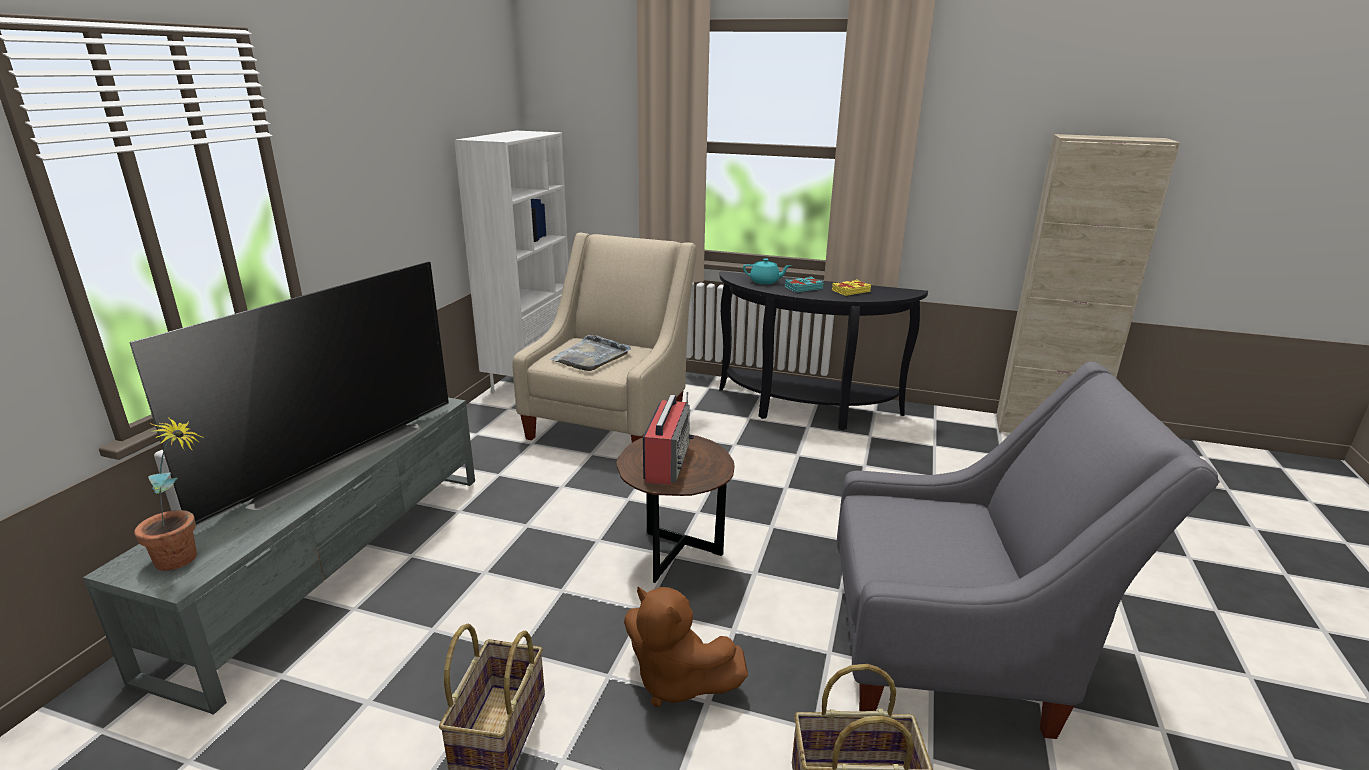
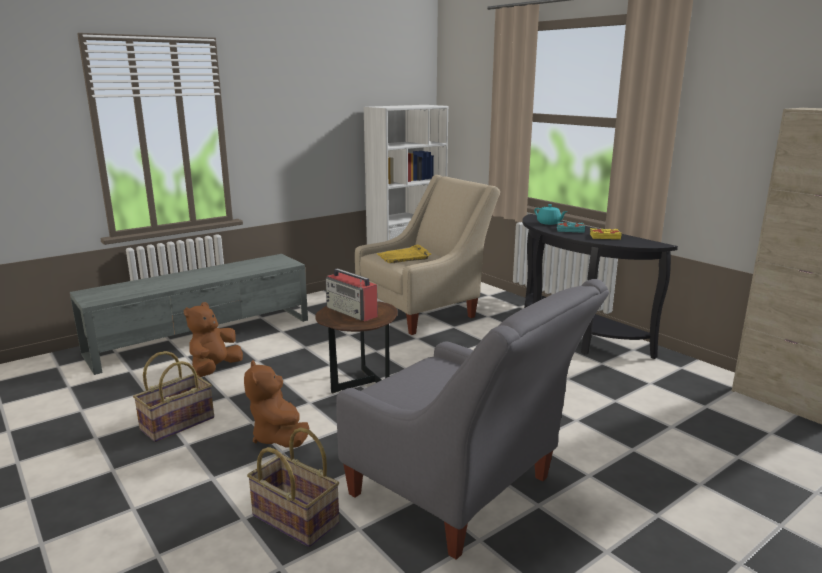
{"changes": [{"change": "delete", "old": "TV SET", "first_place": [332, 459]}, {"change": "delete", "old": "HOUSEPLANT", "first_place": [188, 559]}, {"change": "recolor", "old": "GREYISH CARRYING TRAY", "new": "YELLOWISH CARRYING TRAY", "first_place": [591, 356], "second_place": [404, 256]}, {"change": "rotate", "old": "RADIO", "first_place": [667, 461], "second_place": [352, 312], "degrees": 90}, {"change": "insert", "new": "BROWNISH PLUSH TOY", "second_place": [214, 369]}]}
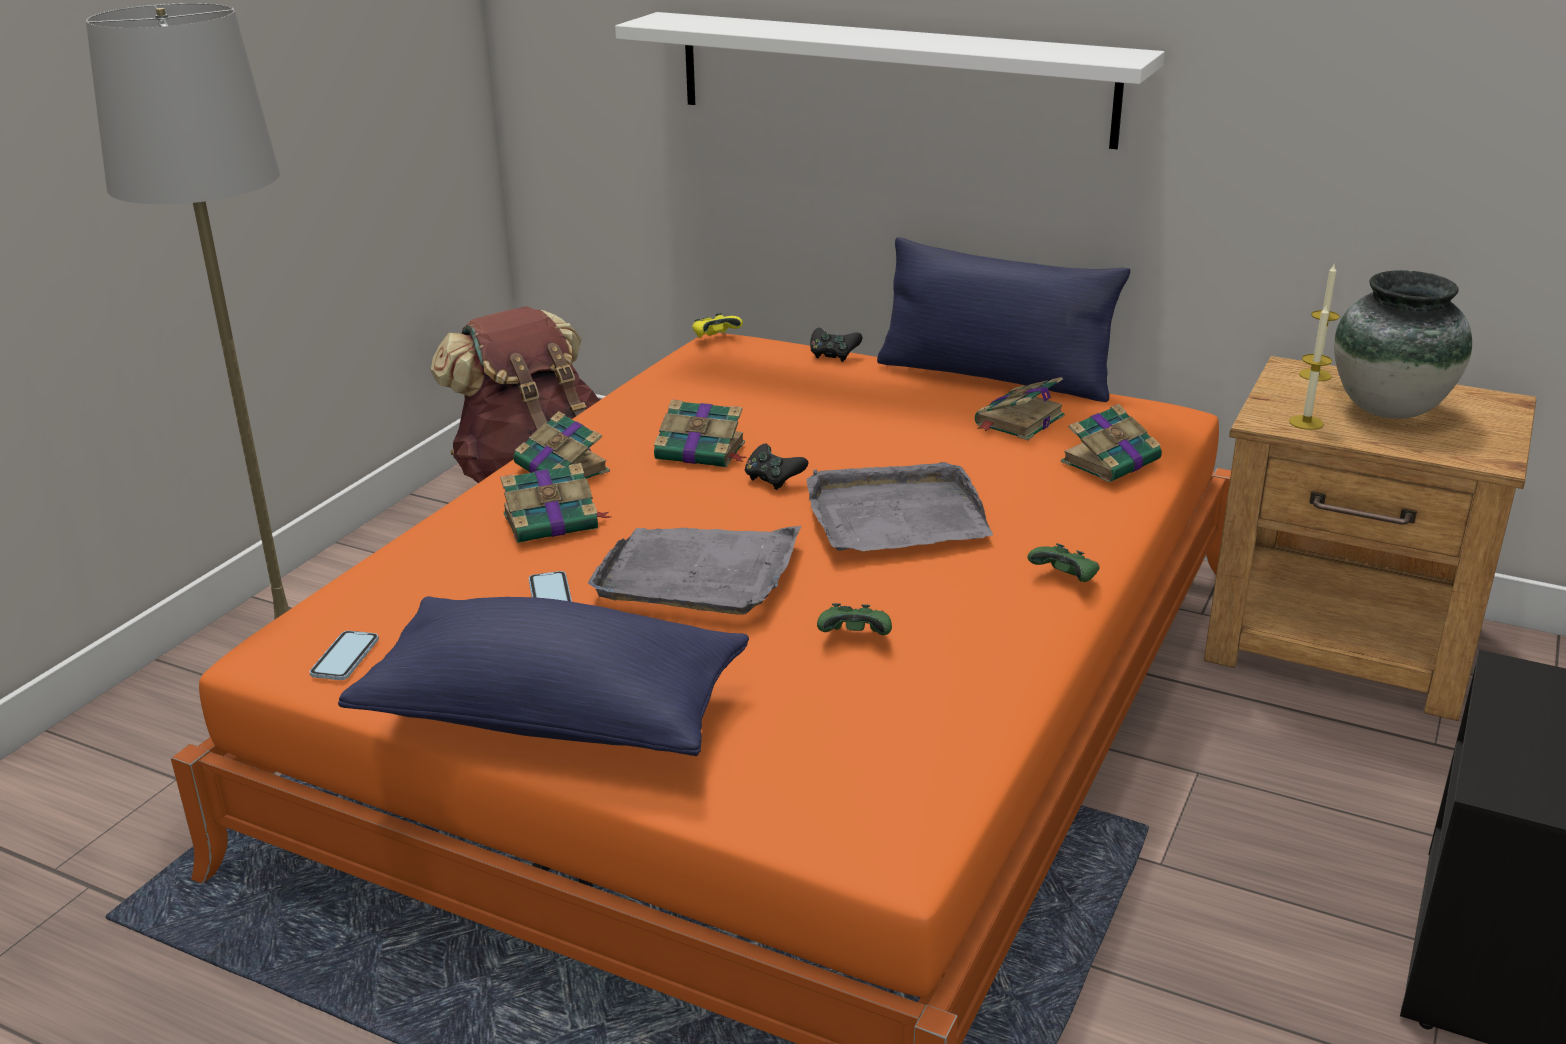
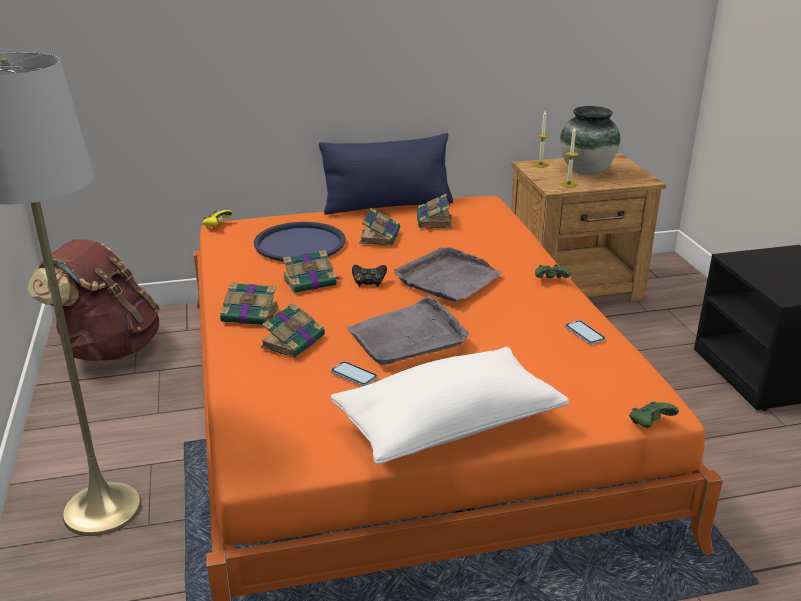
{"changes": [{"change": "move", "old": "TELEPHONE", "first_place": [345, 658], "second_place": [584, 333]}, {"change": "recolor", "old": "BLUISH PILLOW", "new": "WHITE PILLOW", "first_place": [554, 715], "second_place": [448, 425]}, {"change": "delete", "old": "WHITE SHELF", "first_place": [891, 78]}, {"change": "delete", "old": "BLACKISH GAMEPAD", "first_place": [833, 355]}, {"change": "move", "old": "GREENISH GAMEPAD", "first_place": [855, 637], "second_place": [650, 423]}, {"change": "move", "old": "VOLUME", "first_place": [1112, 460], "second_place": [380, 236]}, {"change": "insert", "new": "BLUISH CARRYING TRAY", "second_place": [300, 243]}]}
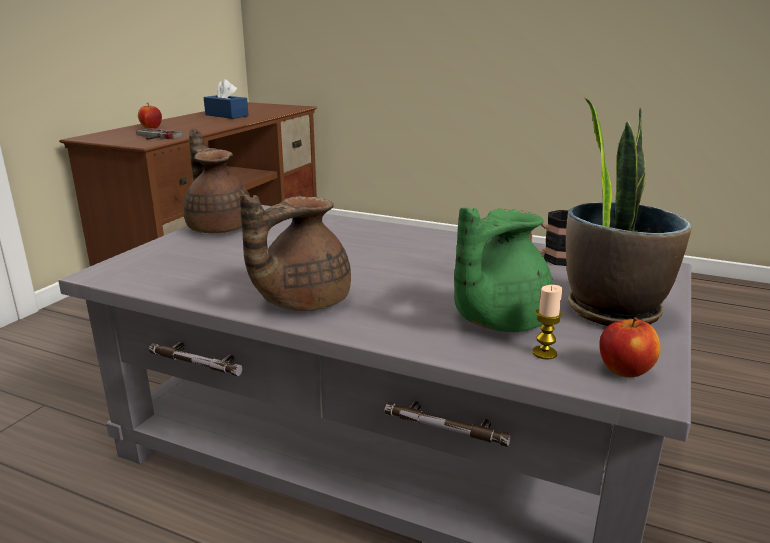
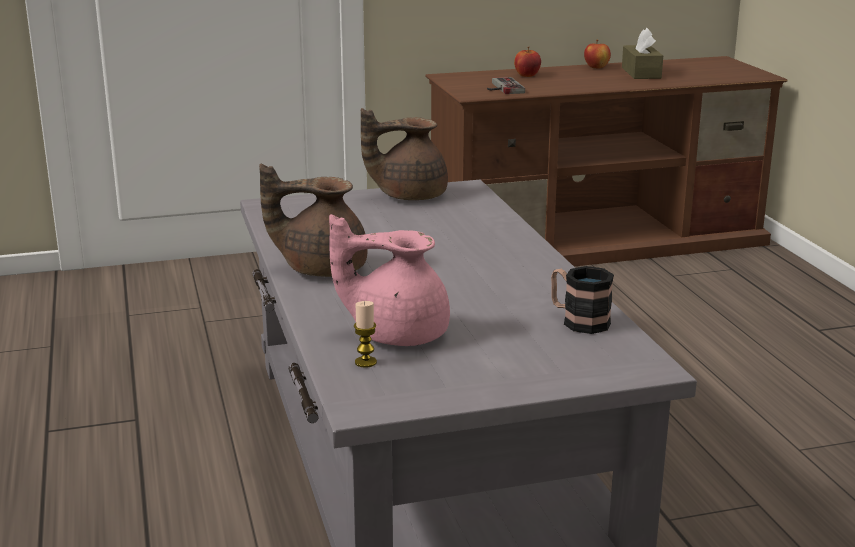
{"changes": [{"change": "rotate", "old": "BROWNISH TEA POT", "first_place": [220, 226], "second_place": [408, 195], "degrees": -120}, {"change": "recolor", "old": "BLUISH BOX OF TISSUES", "new": "BROWNISH BOX OF TISSUES", "first_place": [226, 115], "second_place": [641, 73]}, {"change": "recolor", "old": "GREENISH TEA POT", "new": "PINK-COLOURED TEA POT", "first_place": [496, 320], "second_place": [397, 333]}, {"change": "delete", "old": "HOUSEPLANT", "first_place": [612, 310]}, {"change": "move", "old": "APPLE", "first_place": [625, 371], "second_place": [596, 67]}]}
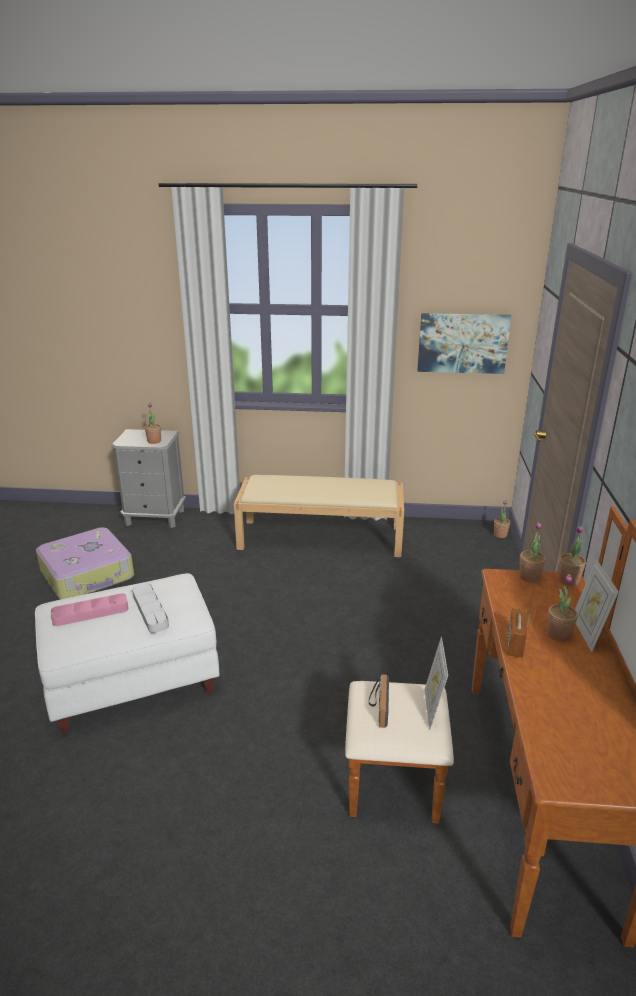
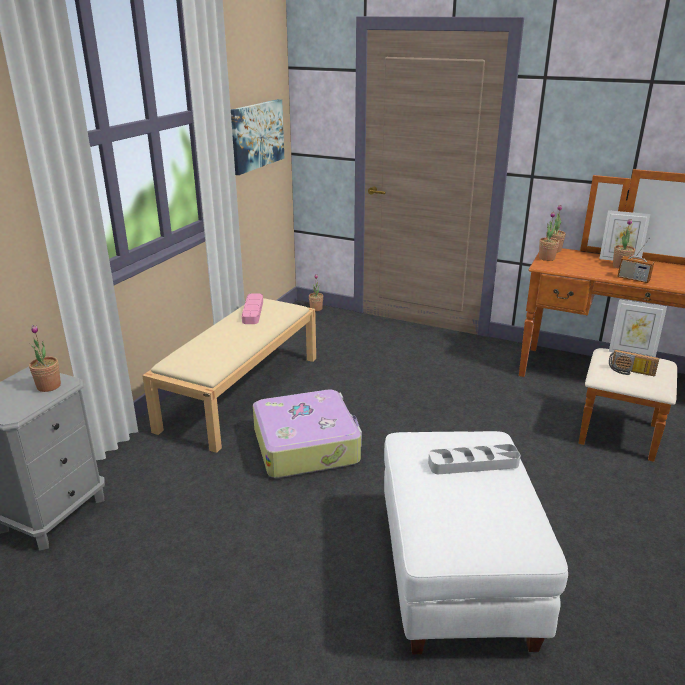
{"changes": [{"change": "move", "old": "PIECE OF LUGGAGE", "first_place": [88, 574], "second_place": [307, 445]}, {"change": "move", "old": "PINK-COLOURED CARRYING TRAY", "first_place": [90, 613], "second_place": [253, 311]}]}
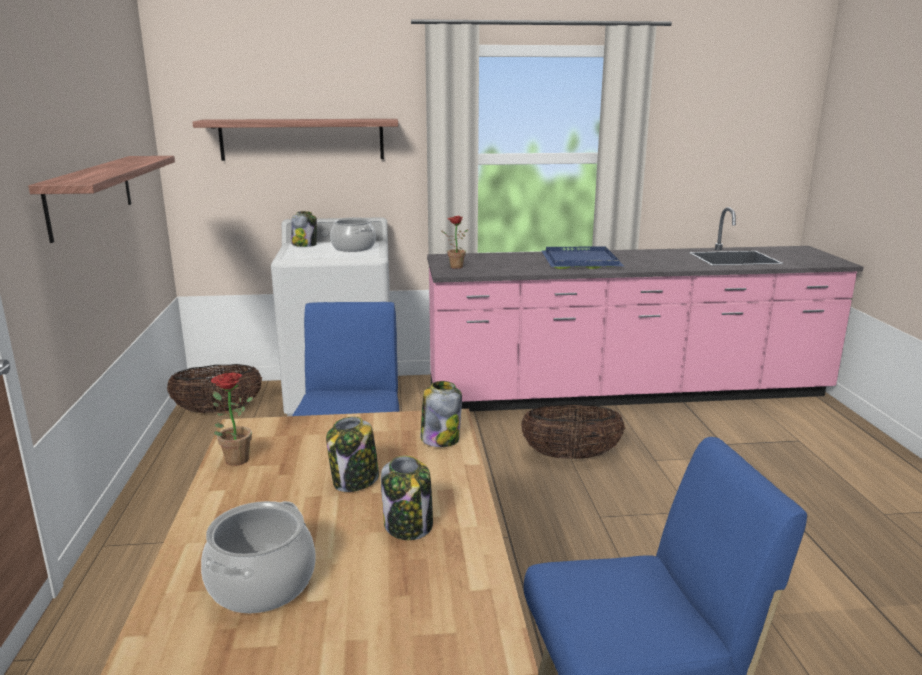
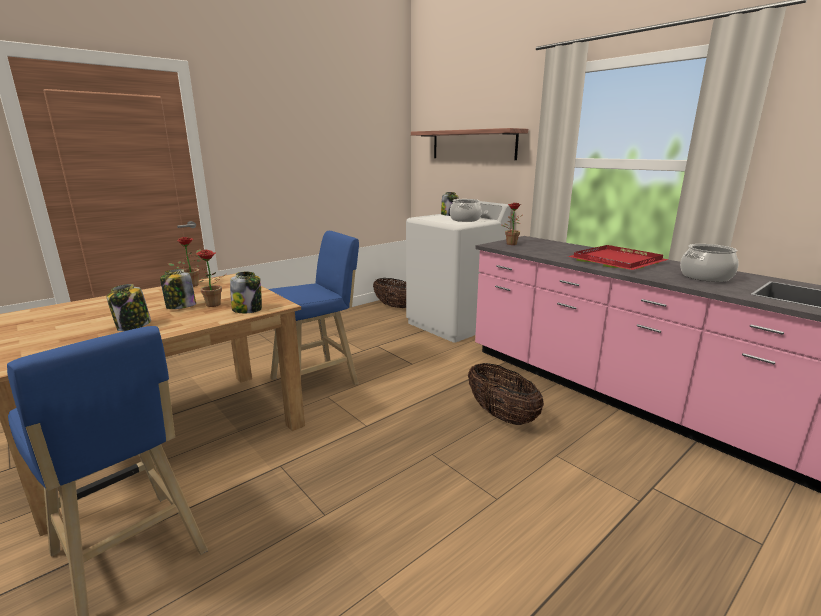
{"changes": [{"change": "delete", "old": "SHELF", "first_place": [90, 195]}, {"change": "move", "old": "SAUCEPOT", "first_place": [262, 584], "second_place": [706, 277]}, {"change": "recolor", "old": "BLUISH CARRYING TRAY", "new": "RED-COLOURED CARRYING TRAY", "first_place": [581, 261], "second_place": [618, 261]}, {"change": "insert", "new": "HOUSEPLANT", "second_place": [214, 305]}]}
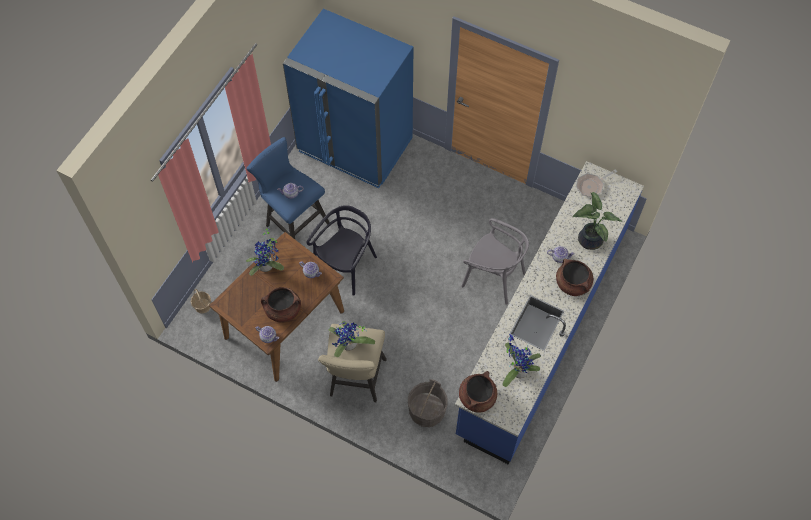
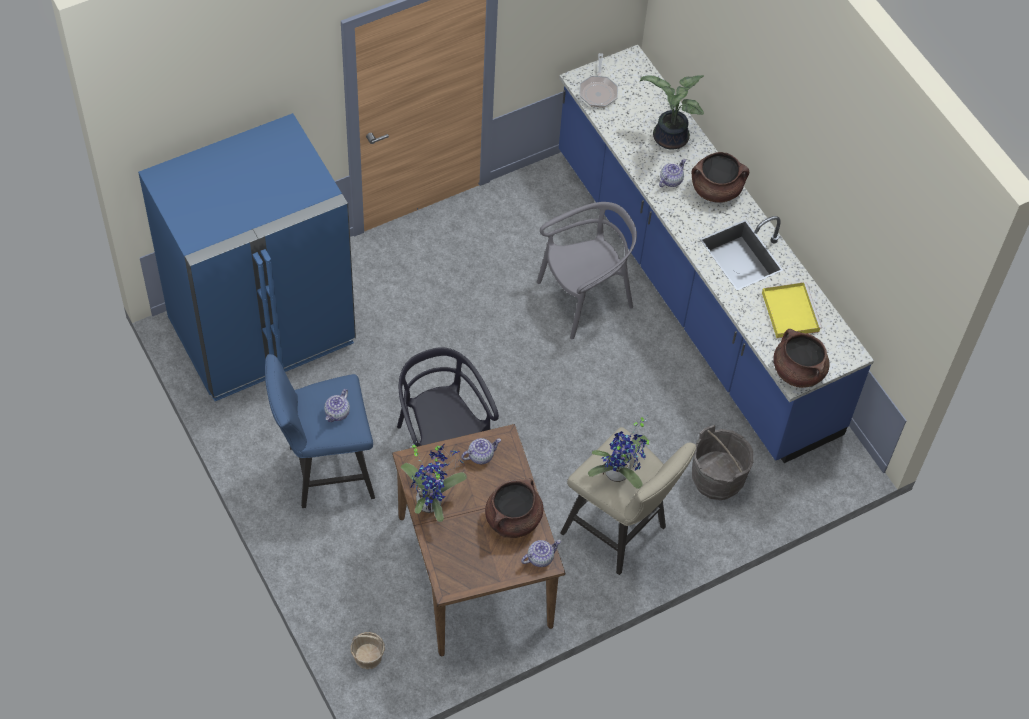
{"changes": [{"change": "replace", "old": "HOUSEPLANT", "new": "YELLOWISH CARRYING TRAY", "first_place": [517, 370], "second_place": [789, 311]}]}
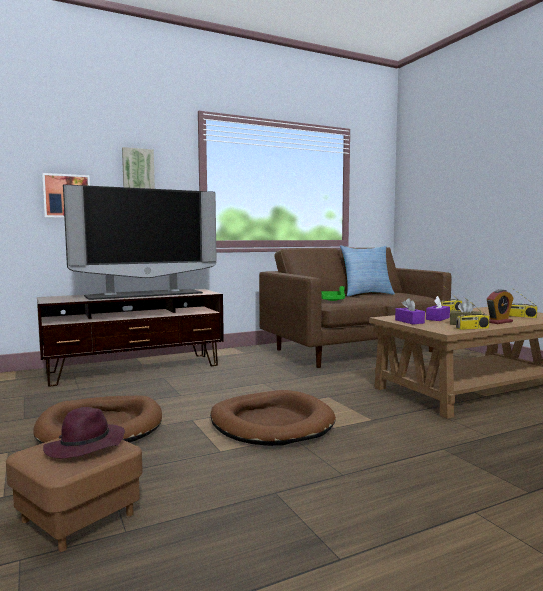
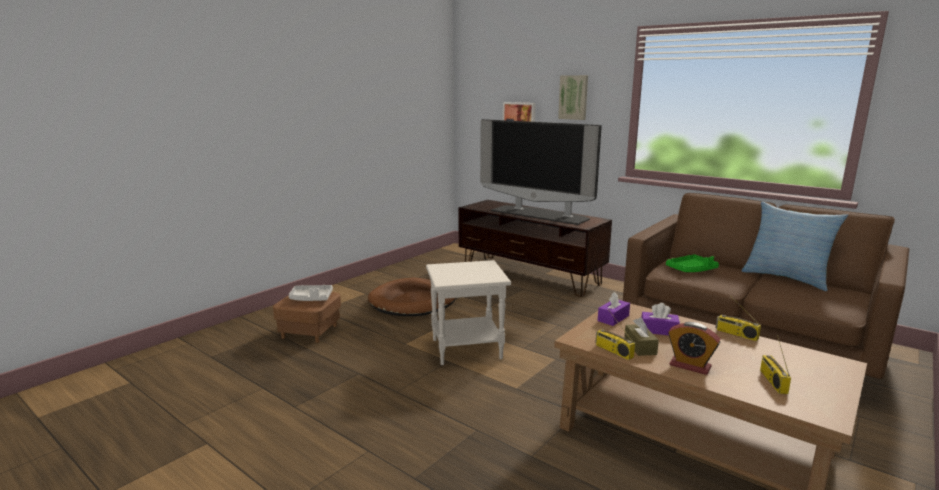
{"changes": [{"change": "replace", "old": "PURPLE CLOTHING HAT", "new": "GREYISH CARRYING TRAY", "first_place": [85, 447], "second_place": [311, 298]}, {"change": "replace", "old": "BROWNISH DOG CUSHION", "new": "WHITE SIDE TABLE", "first_place": [271, 423], "second_place": [467, 348]}]}
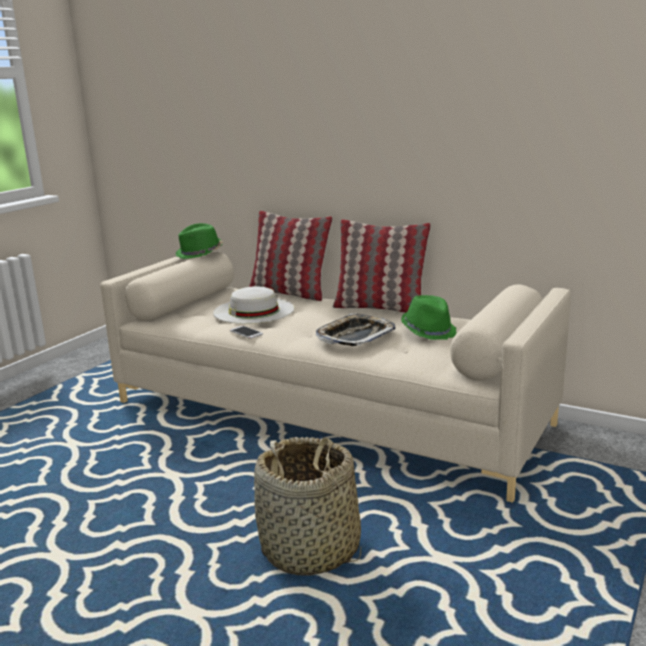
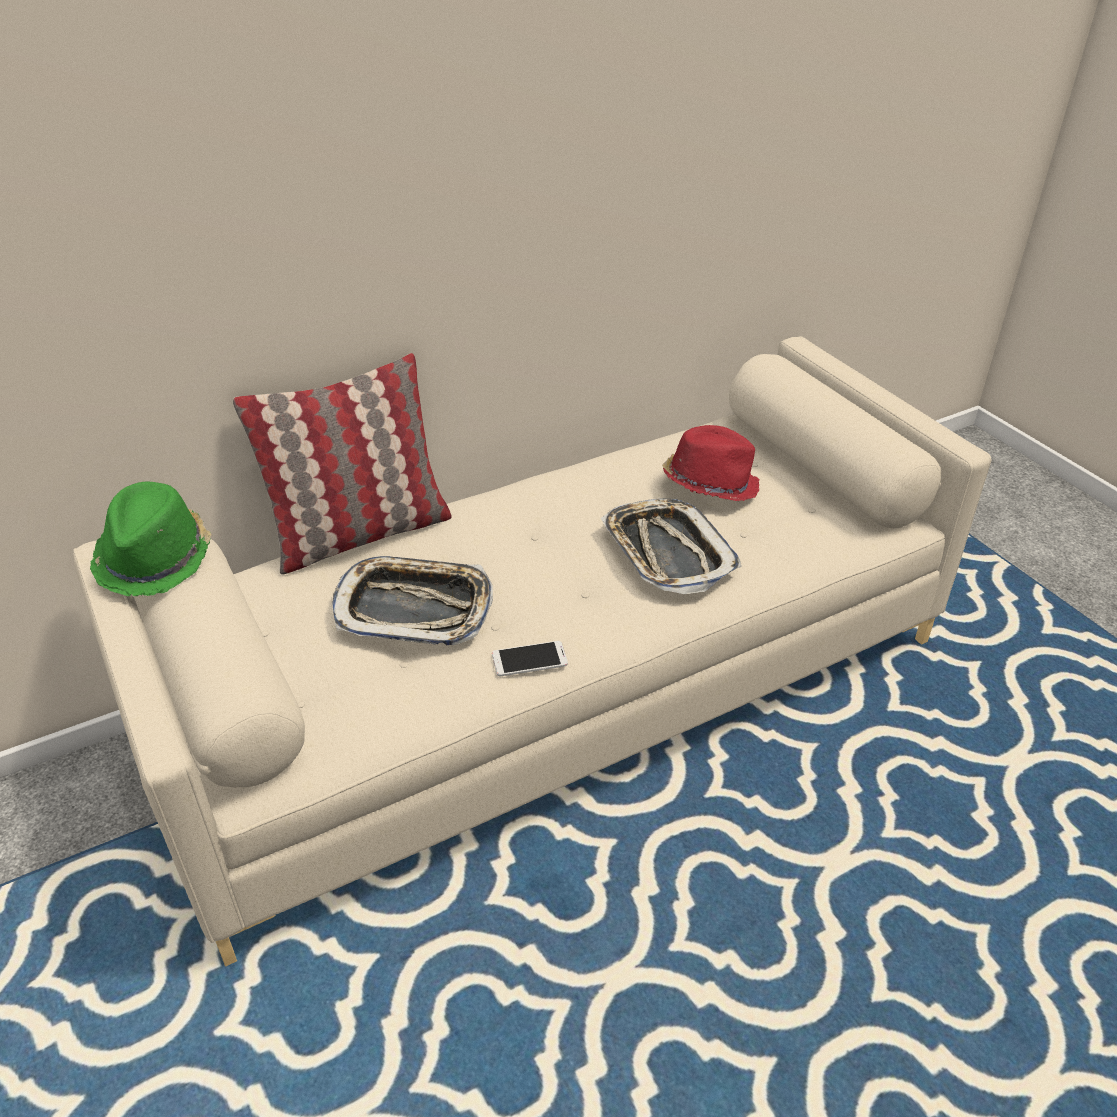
{"changes": [{"change": "replace", "old": "WHITE CLOTHING HAT", "new": "CARRYING TRAY", "first_place": [254, 310], "second_place": [414, 608]}, {"change": "delete", "old": "BASKET", "first_place": [311, 550]}, {"change": "delete", "old": "PILLOW", "first_place": [380, 307]}, {"change": "recolor", "old": "GREENISH CLOTHING HAT", "new": "RED-COLOURED CLOTHING HAT", "first_place": [429, 331], "second_place": [710, 483]}]}
